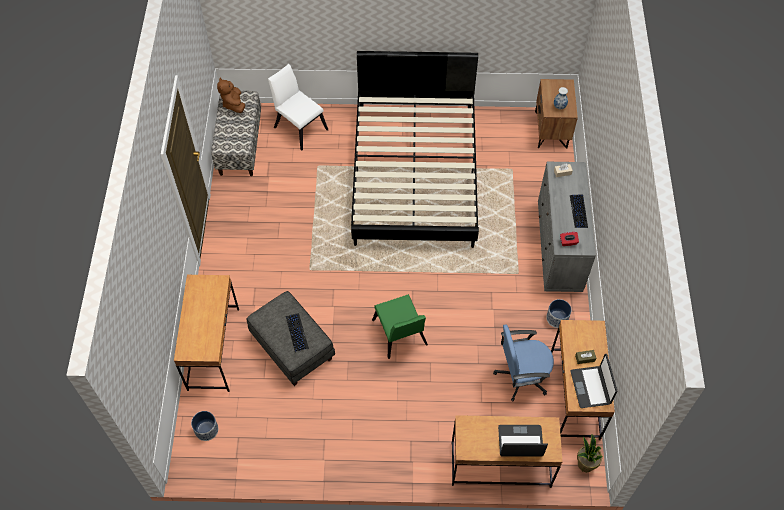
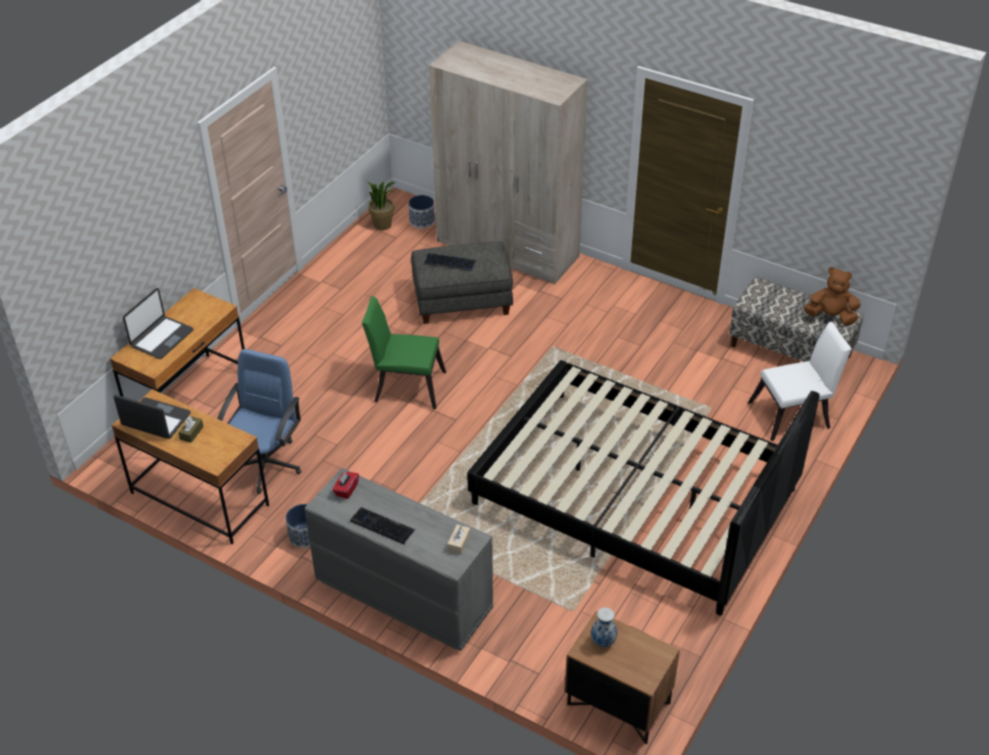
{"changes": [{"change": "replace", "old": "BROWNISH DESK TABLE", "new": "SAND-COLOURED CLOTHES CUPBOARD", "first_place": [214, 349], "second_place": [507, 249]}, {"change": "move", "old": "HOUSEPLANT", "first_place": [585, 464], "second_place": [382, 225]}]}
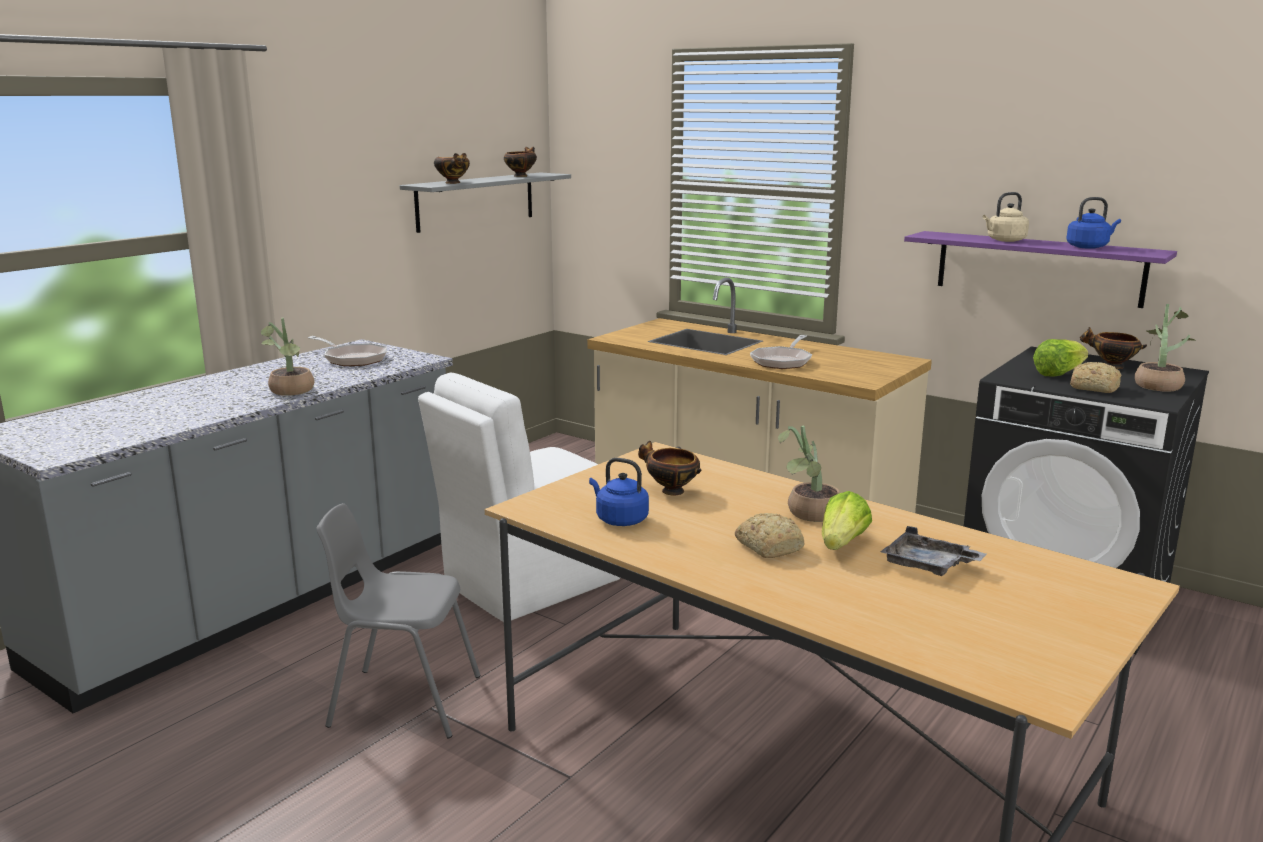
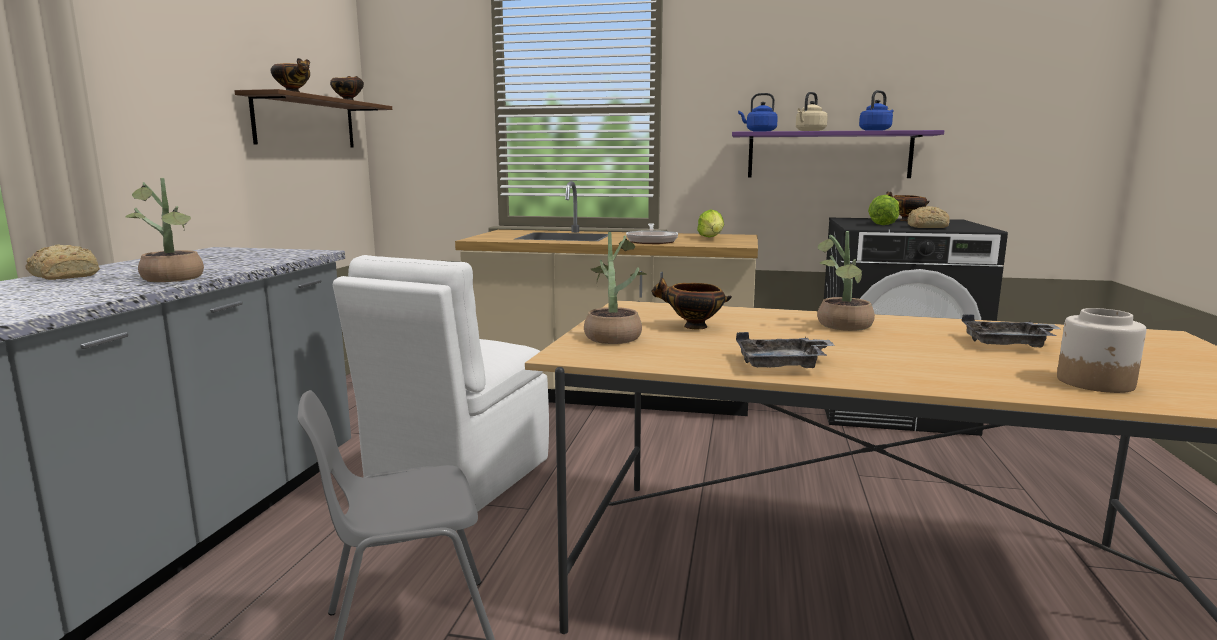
{"changes": [{"change": "delete", "old": "FRYING PAN", "first_place": [352, 359]}, {"change": "recolor", "old": "GREYISH SHELF", "new": "BROWNISH SHELF", "first_place": [476, 201], "second_place": [306, 122]}, {"change": "move", "old": "BLUISH KETTLE", "first_place": [619, 519], "second_place": [759, 131]}, {"change": "move", "old": "BAKERY BREAD", "first_place": [769, 547], "second_place": [65, 276]}, {"change": "move", "old": "LETTUCE HEAD", "first_place": [842, 544], "second_place": [711, 238]}, {"change": "move", "old": "HOUSEPLANT", "first_place": [1158, 384], "second_place": [613, 336]}, {"change": "insert", "new": "GREYISH CARRYING TRAY", "second_place": [782, 365]}, {"change": "insert", "new": "STORAGE JAR", "second_place": [1096, 383]}]}
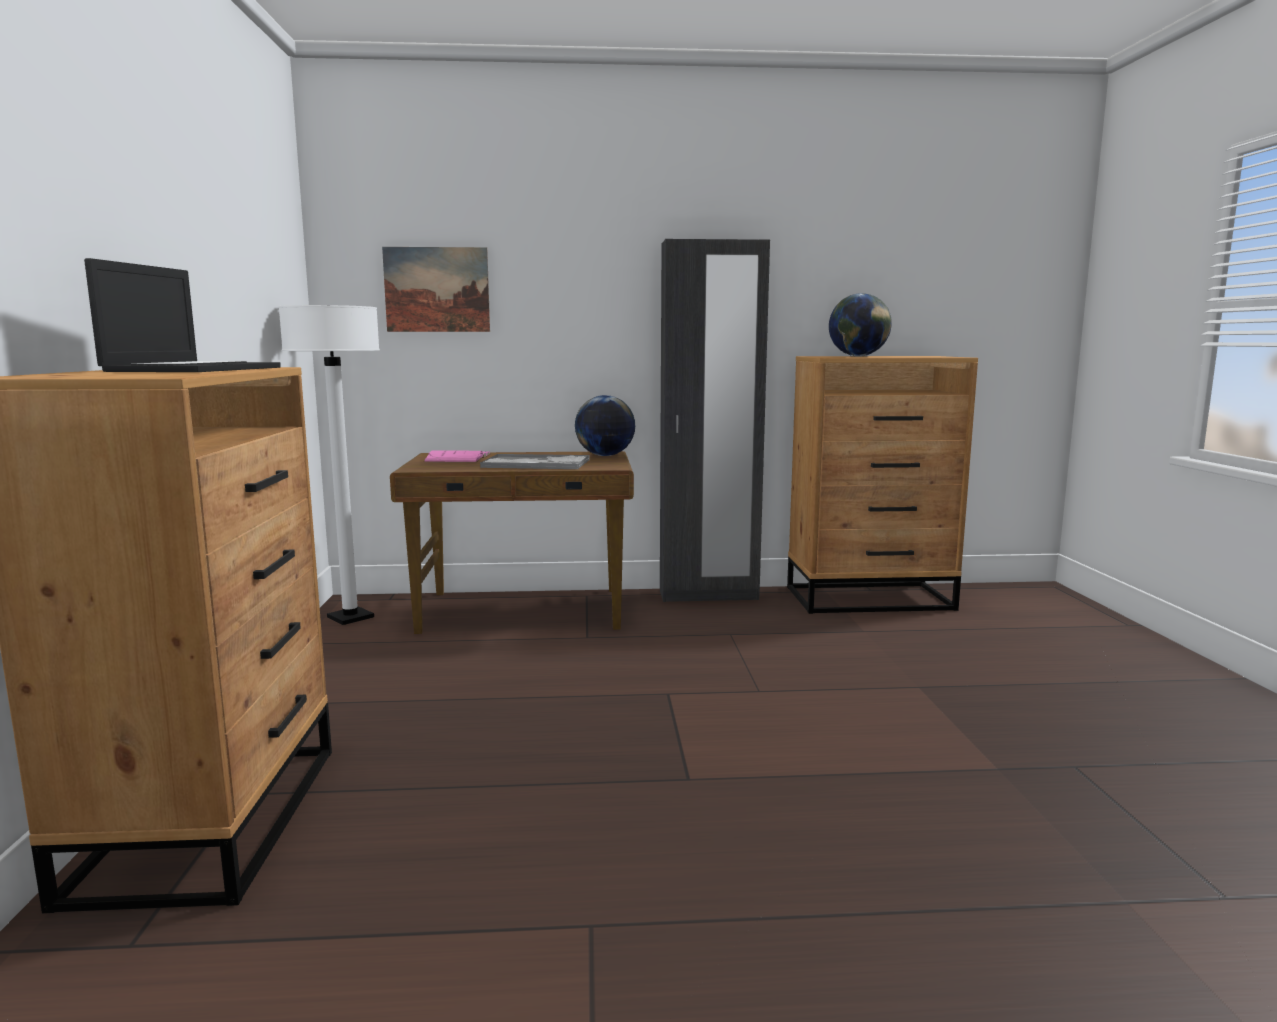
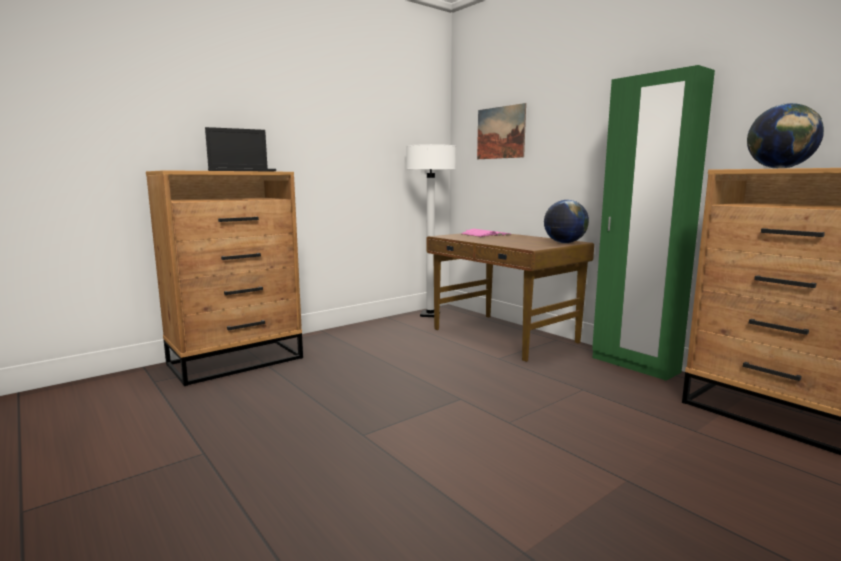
{"changes": [{"change": "delete", "old": "CARRYING TRAY", "first_place": [537, 464]}, {"change": "recolor", "old": "BLACKISH CLOTHES CUPBOARD", "new": "GREENISH CLOTHES CUPBOARD", "first_place": [708, 595], "second_place": [634, 365]}]}
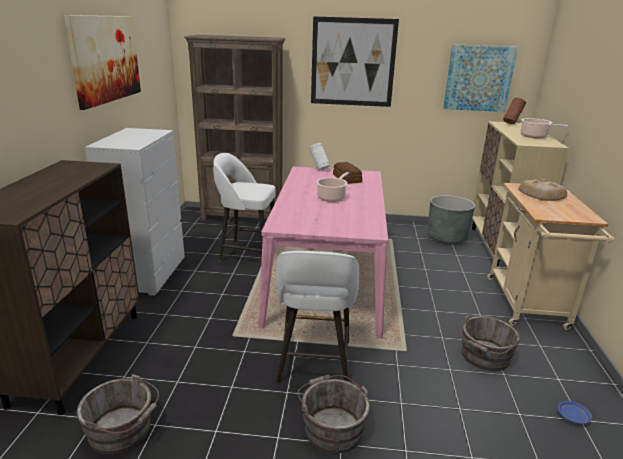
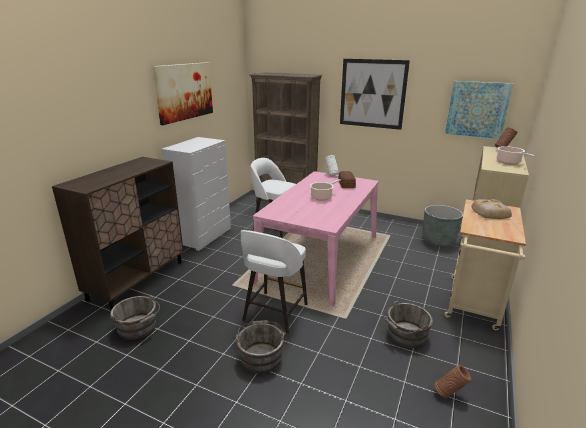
{"changes": [{"change": "replace", "old": "BLUISH FLAT DISH", "new": "BROWNISH VASE", "first_place": [573, 416], "second_place": [449, 394]}]}
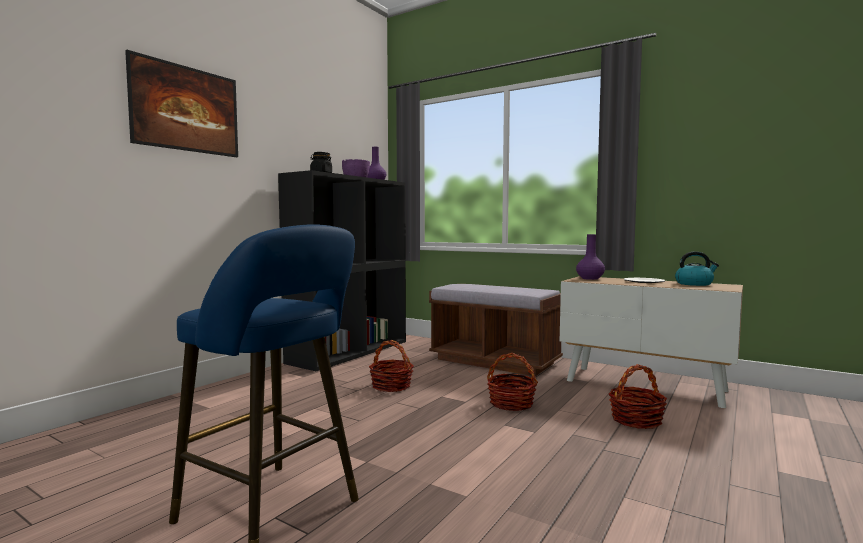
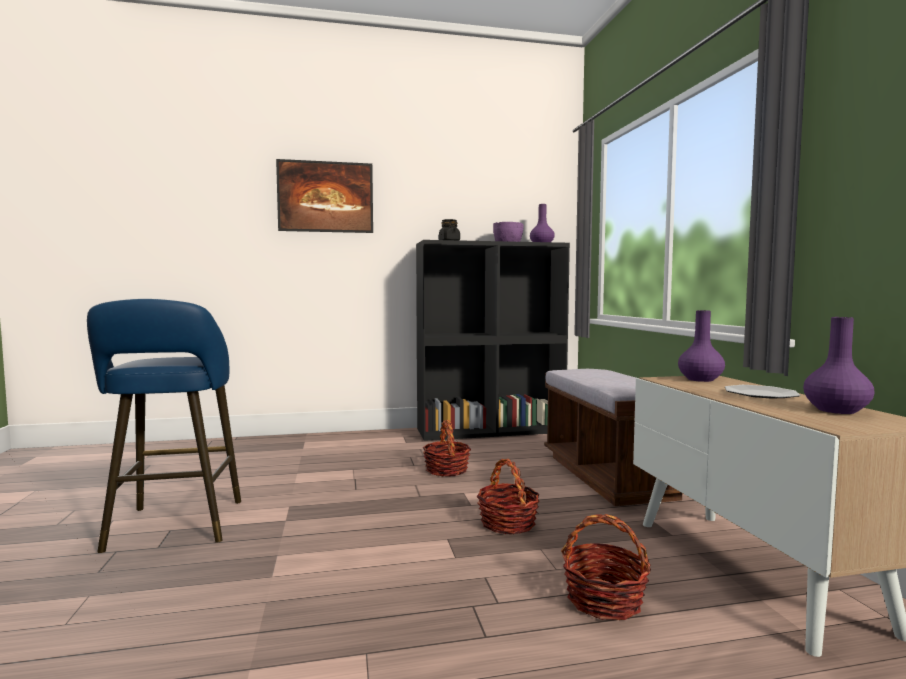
{"changes": [{"change": "replace", "old": "KETTLE", "new": "PURPLE VASE", "first_place": [694, 284], "second_place": [835, 410]}]}
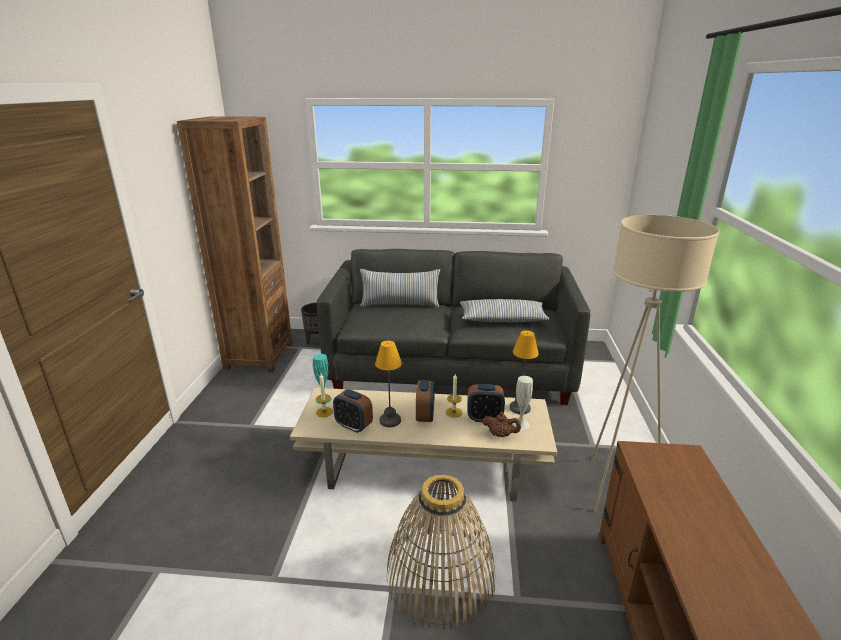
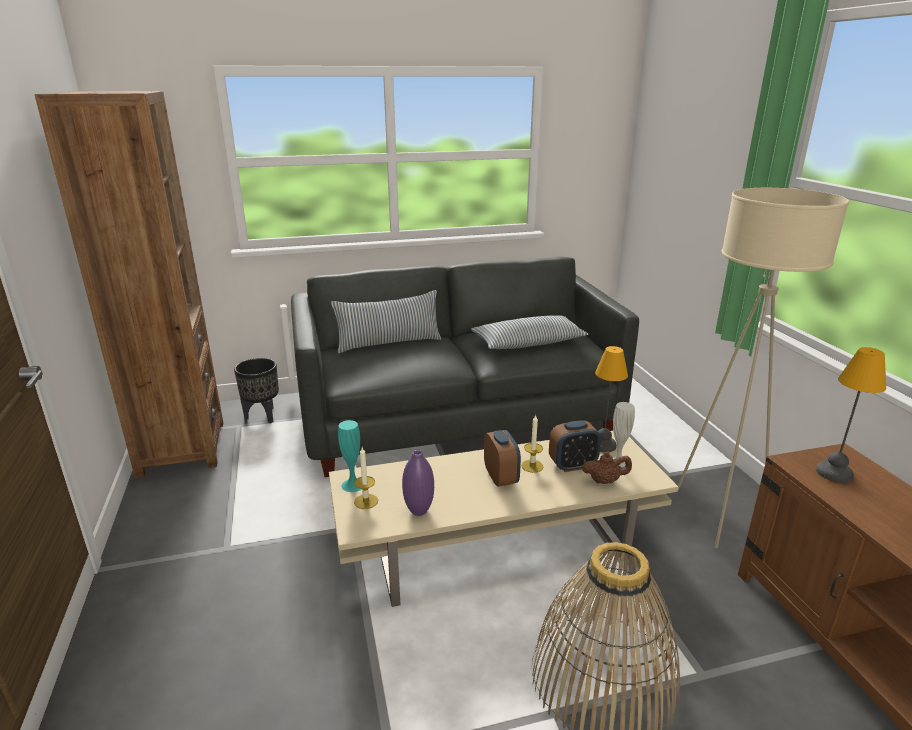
{"changes": [{"change": "replace", "old": "ALARM CLOCK", "new": "PURPLE VASE", "first_place": [353, 426], "second_place": [419, 511]}, {"change": "move", "old": "TABLETOP LAMP", "first_place": [390, 421], "second_place": [834, 473]}]}
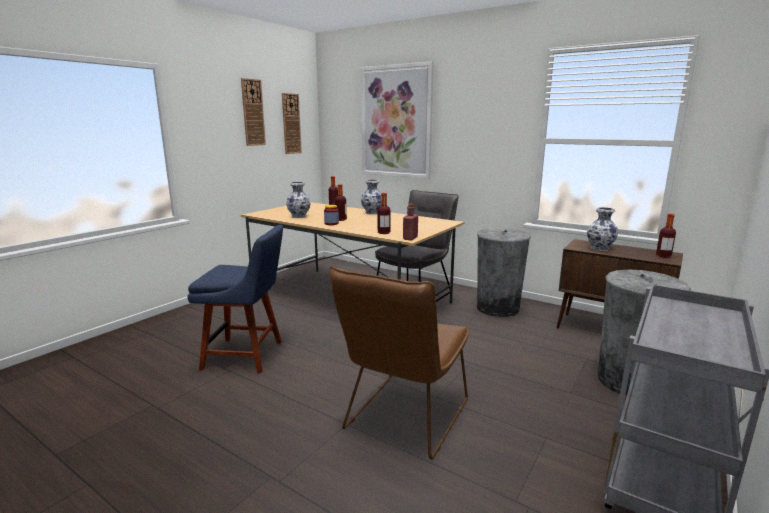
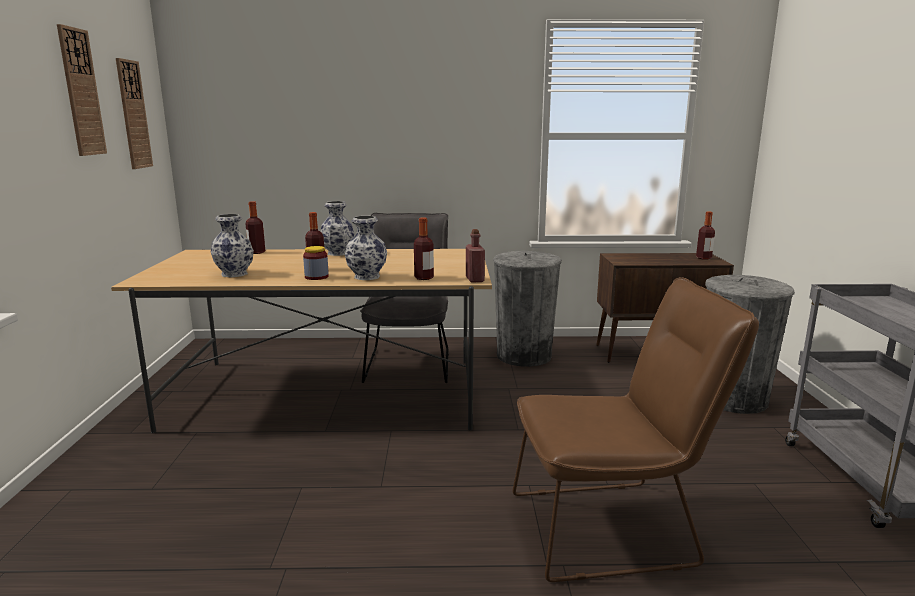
{"changes": [{"change": "delete", "old": "BLUISH PLAIN CHAIR", "first_place": [247, 355]}, {"change": "rotate", "old": "BROWNISH PLAIN CHAIR", "first_place": [403, 419], "second_place": [613, 527], "degrees": -90}, {"change": "delete", "old": "PICTURE", "first_place": [396, 122]}, {"change": "move", "old": "VASE", "first_place": [600, 248], "second_place": [367, 276]}]}
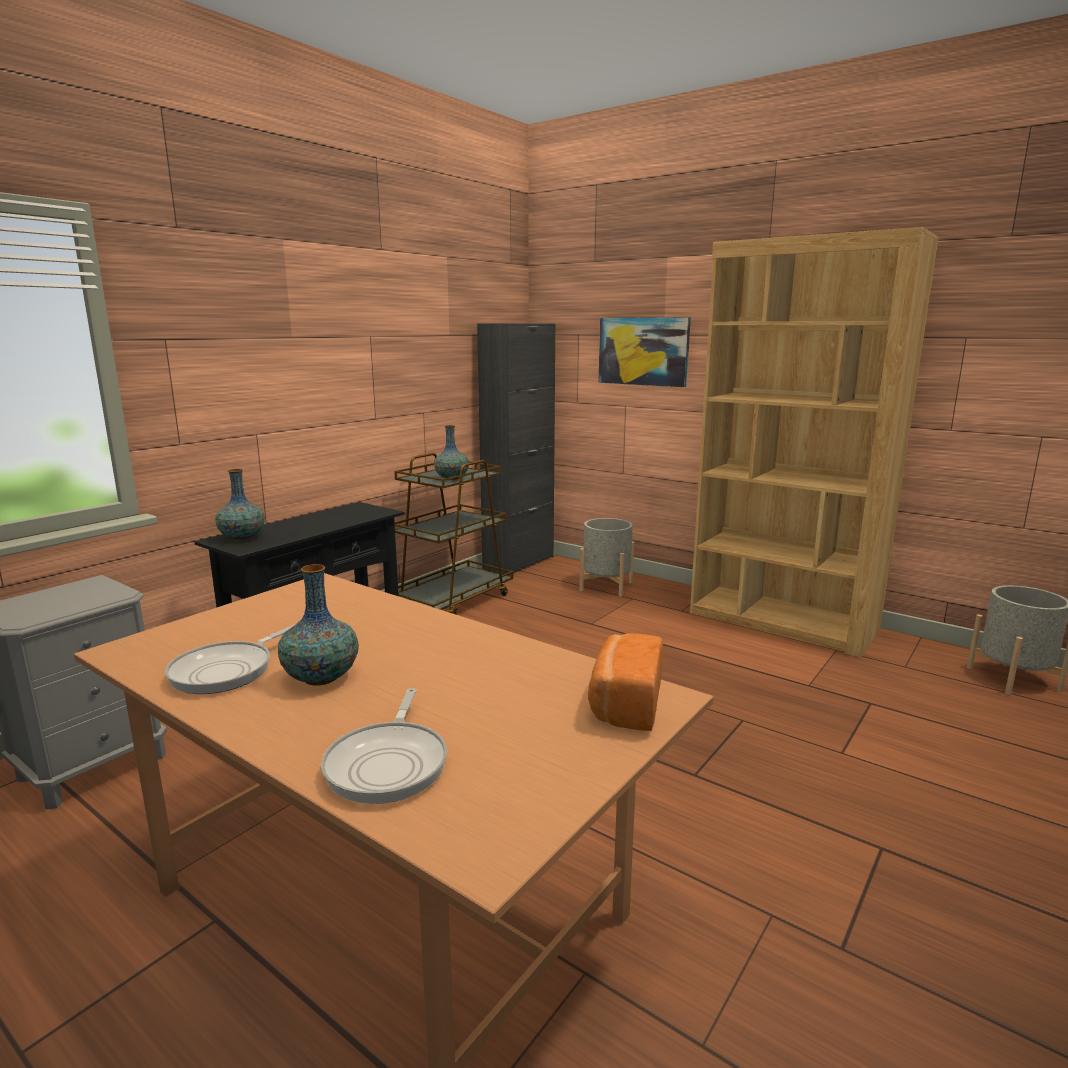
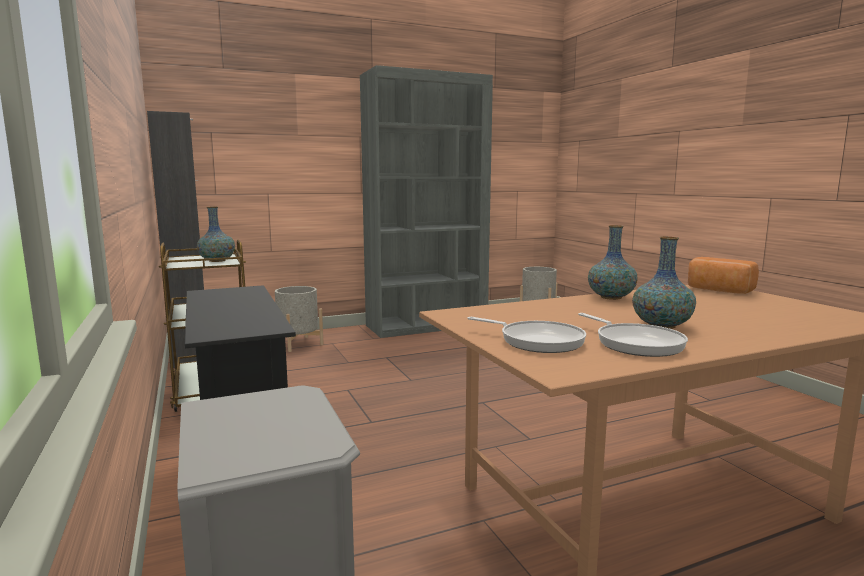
{"changes": [{"change": "move", "old": "VASE", "first_place": [242, 538], "second_place": [611, 297]}, {"change": "move", "old": "FRYING PAN", "first_place": [389, 764], "second_place": [537, 341]}, {"change": "delete", "old": "PICTURE", "first_place": [643, 351]}, {"change": "recolor", "old": "BROWNISH BOOKCASE", "new": "GREYISH BOOKCASE", "first_place": [782, 622], "second_place": [427, 325]}]}
